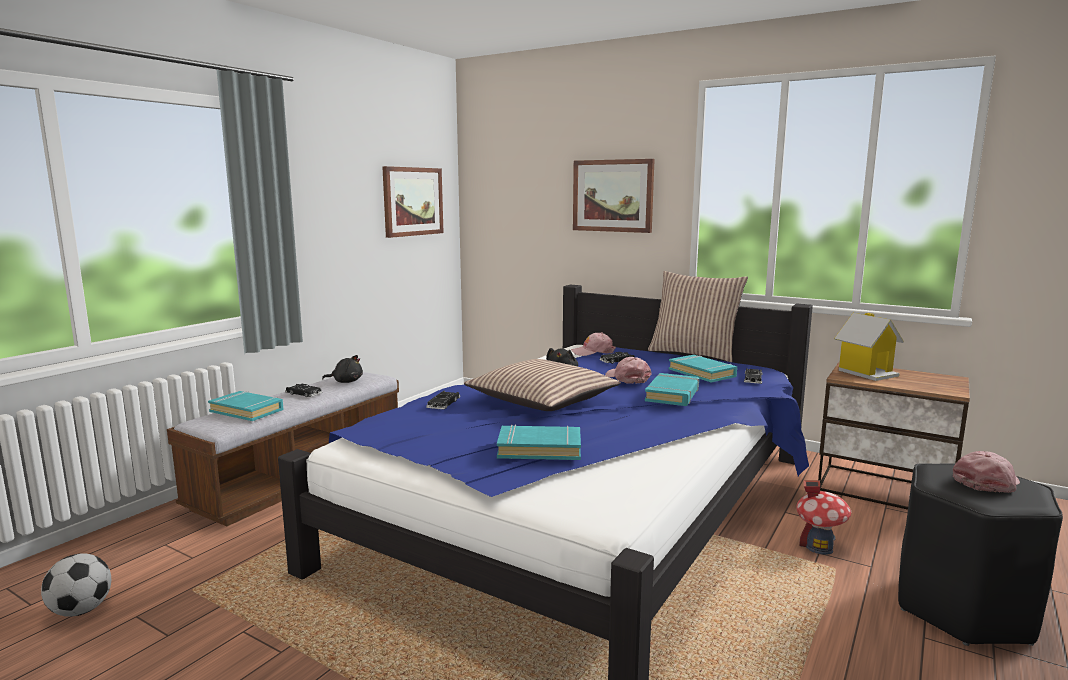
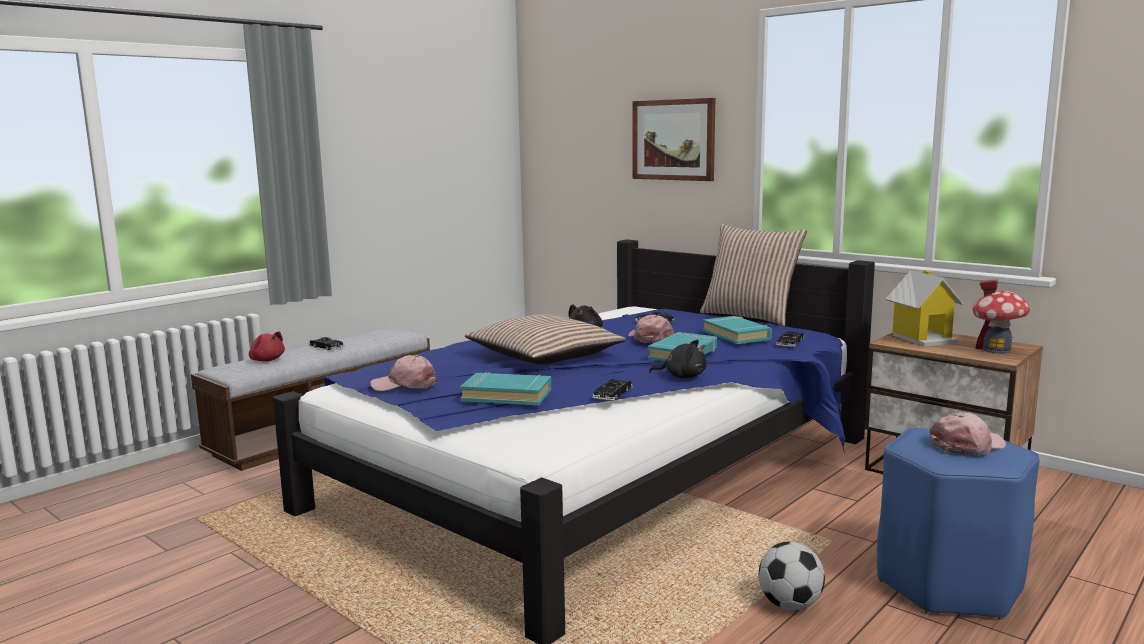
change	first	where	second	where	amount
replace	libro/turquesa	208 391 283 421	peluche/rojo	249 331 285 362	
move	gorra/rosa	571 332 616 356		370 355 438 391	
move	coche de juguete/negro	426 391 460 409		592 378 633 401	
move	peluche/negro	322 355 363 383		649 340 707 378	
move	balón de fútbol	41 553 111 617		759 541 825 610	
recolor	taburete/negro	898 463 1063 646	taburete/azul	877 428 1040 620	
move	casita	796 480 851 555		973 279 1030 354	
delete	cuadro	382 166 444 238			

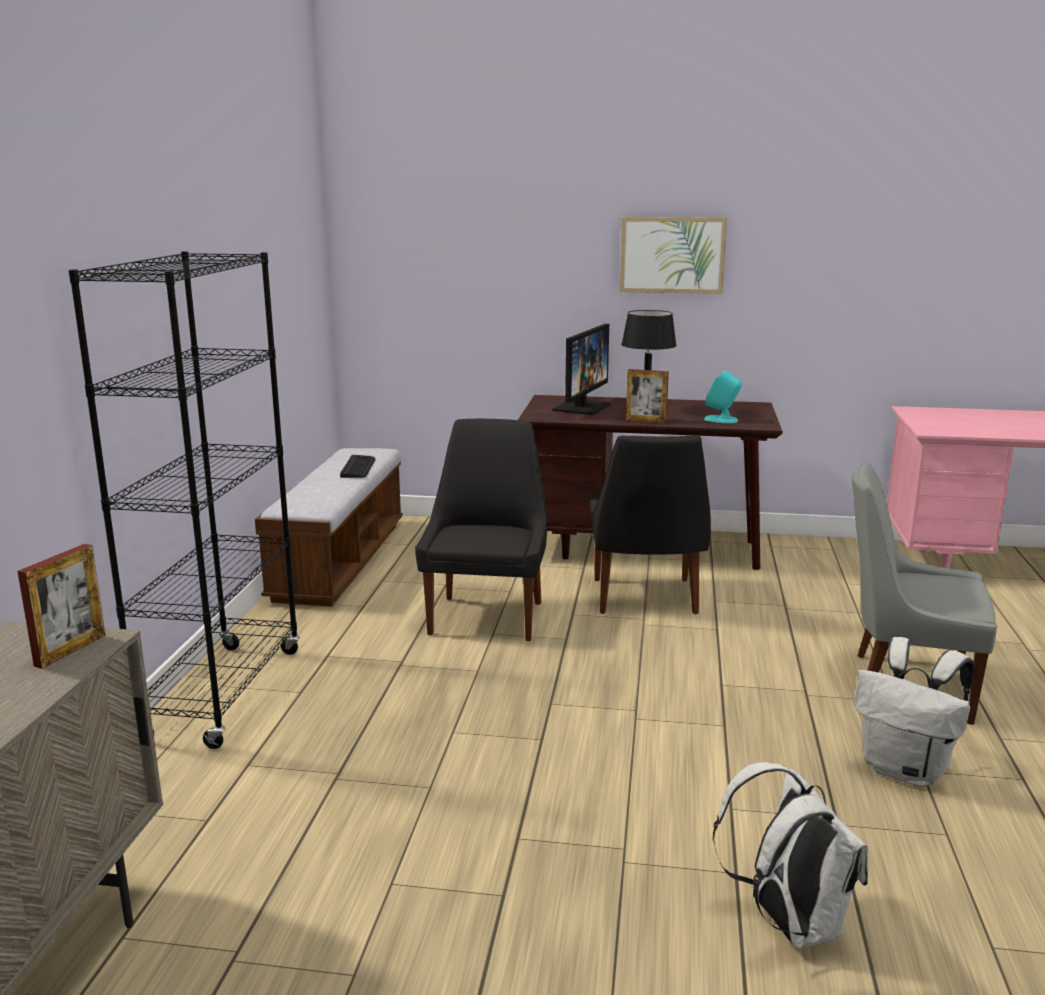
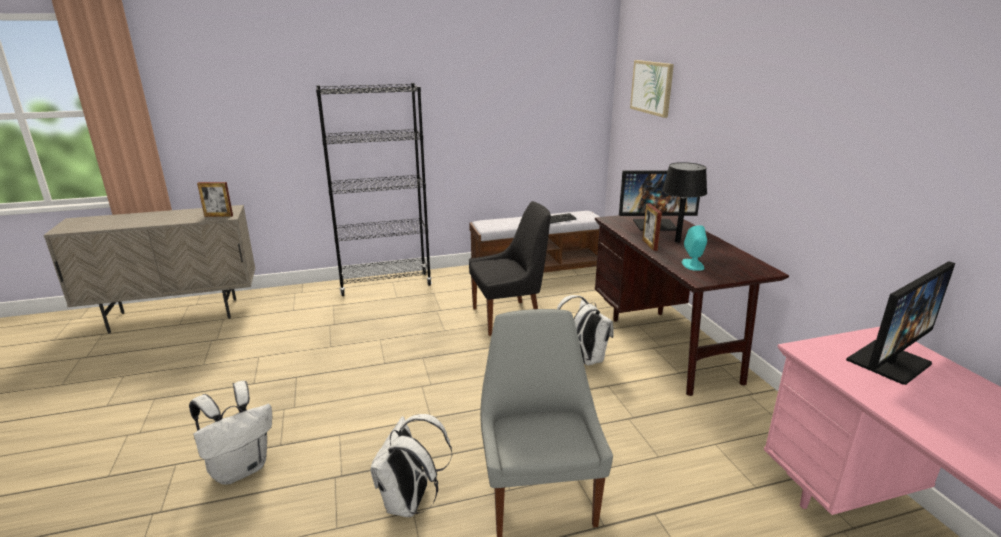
change	first	where	second	where	amount
replace	silla/negro	590 435 711 614	mochila/blanco	557 295 613 366	
move	cuadro	620 217 727 294		630 60 674 118	
insert			monitor	846 261 955 385	

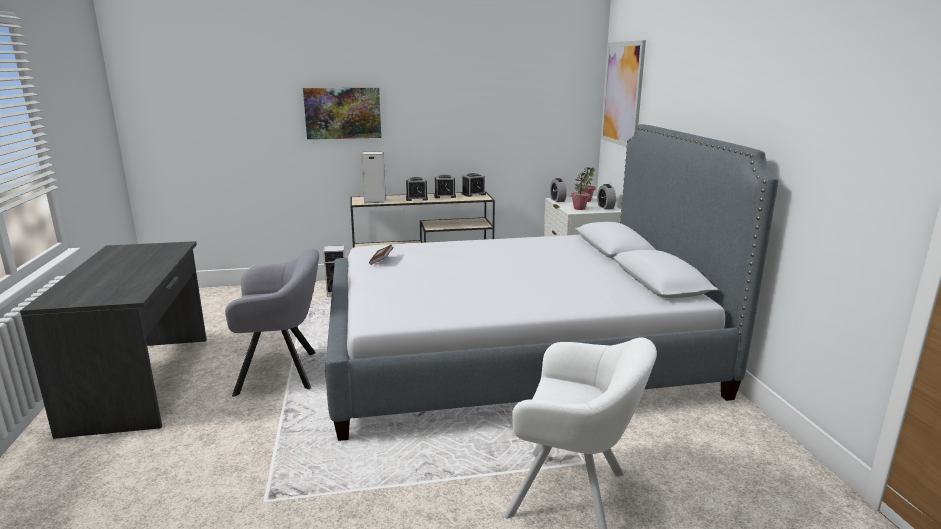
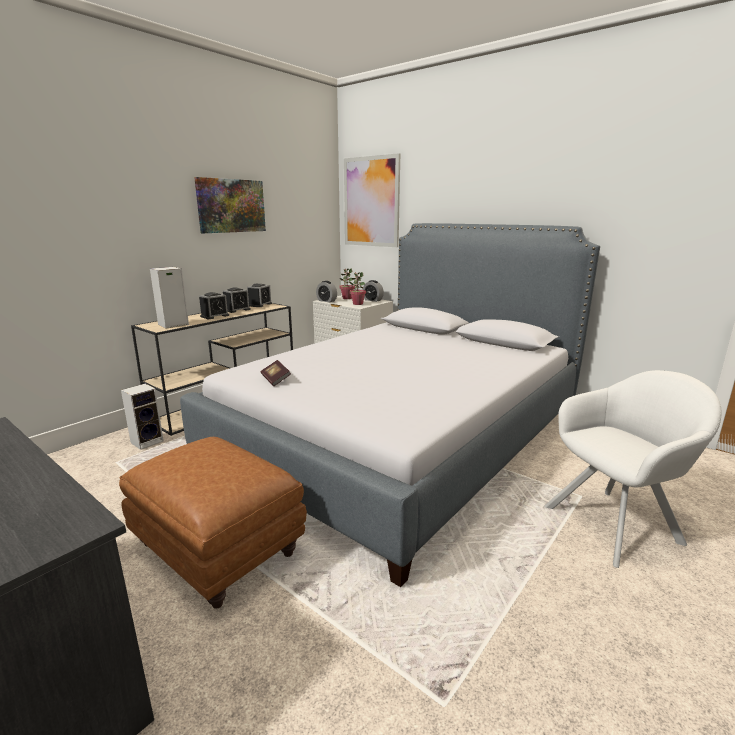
change	first	where	second	where	amount
replace	sillón/gris	225 248 319 397	puf/marrón	119 437 307 609	
move	cuadro	303 88 381 139		194 177 266 233	

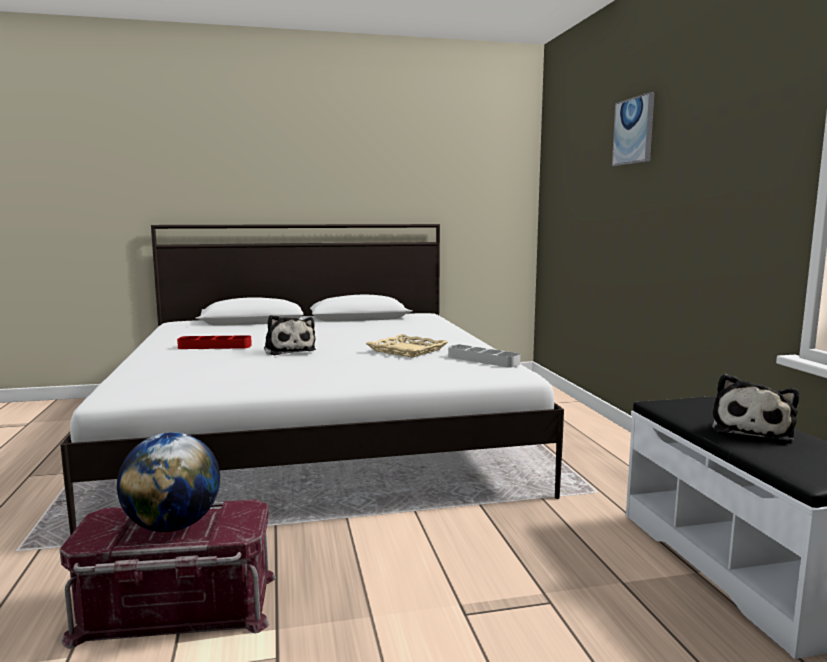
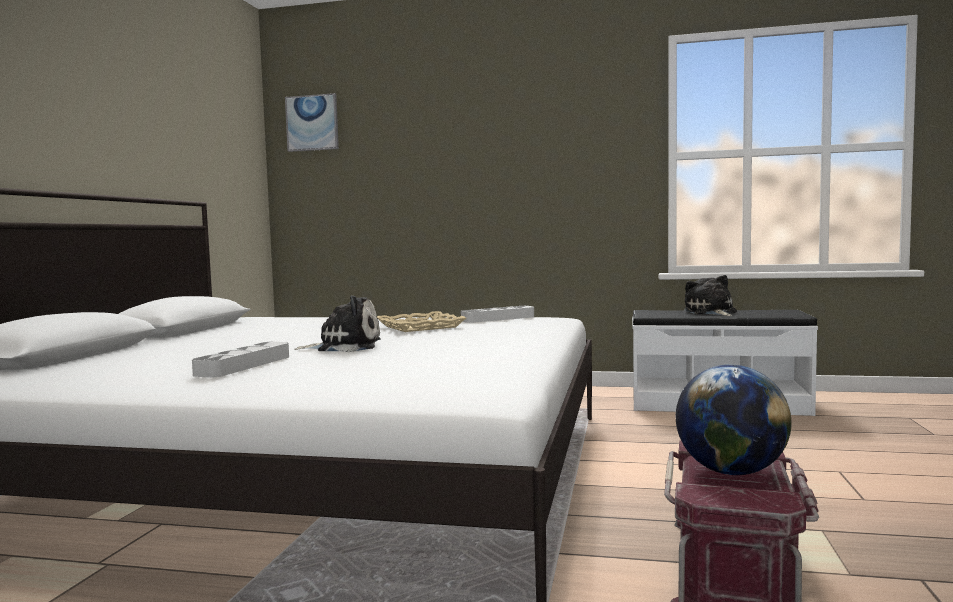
change	first	where	second	where	amount
recolor	bandeja/rojo	177 335 252 349	bandeja/gris	192 341 289 378	
move	cuadro	612 92 655 166		285 93 339 152	
rotate	peluche	712 374 799 441		684 275 737 316	150 degrees counterclockwise

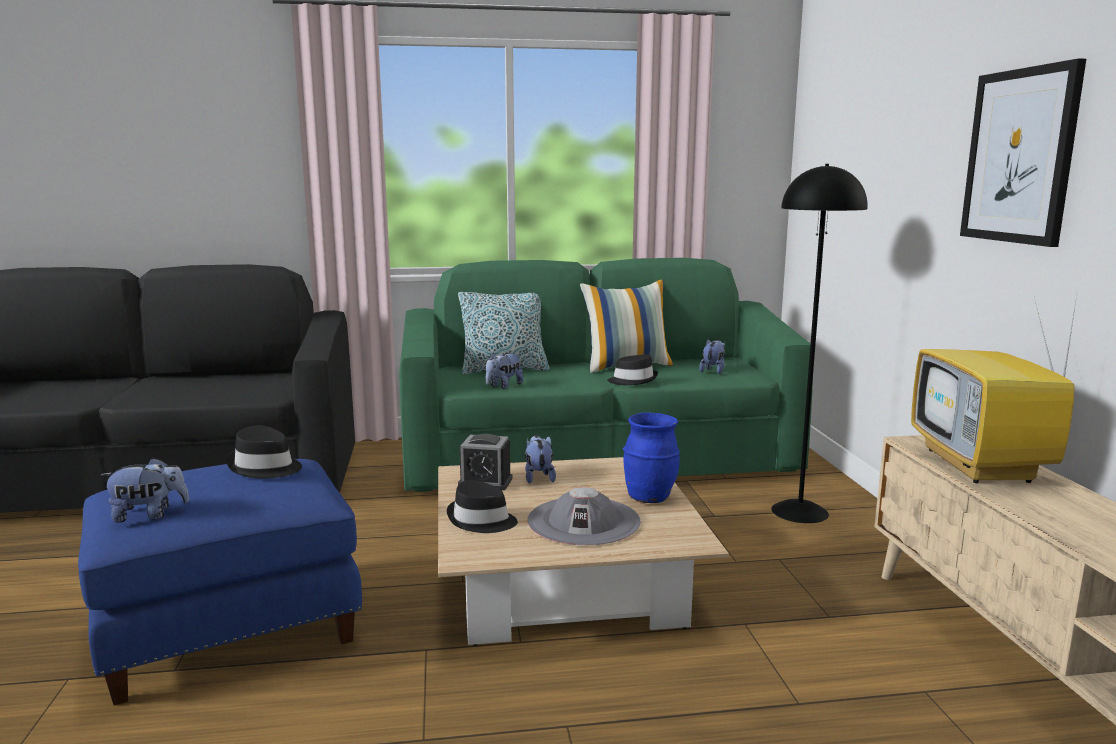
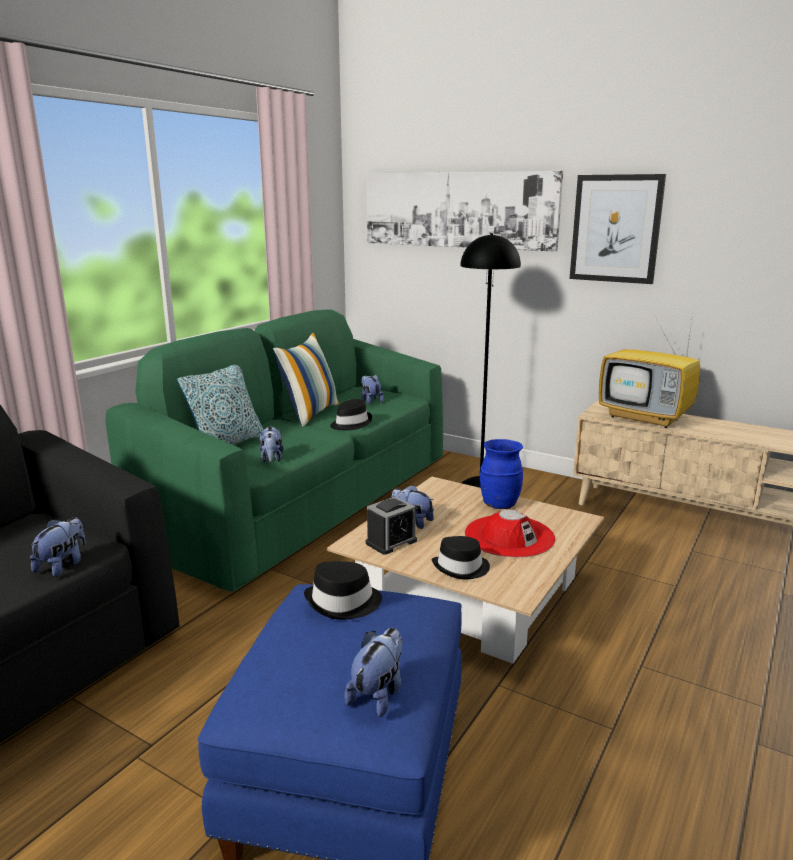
change	first	where	second	where	amount
insert			peluche	30 517 86 577	
insert			cuadro	367 171 563 252	
recolor	sombrero/gris	527 487 641 545	sombrero/rojo	465 509 555 558	

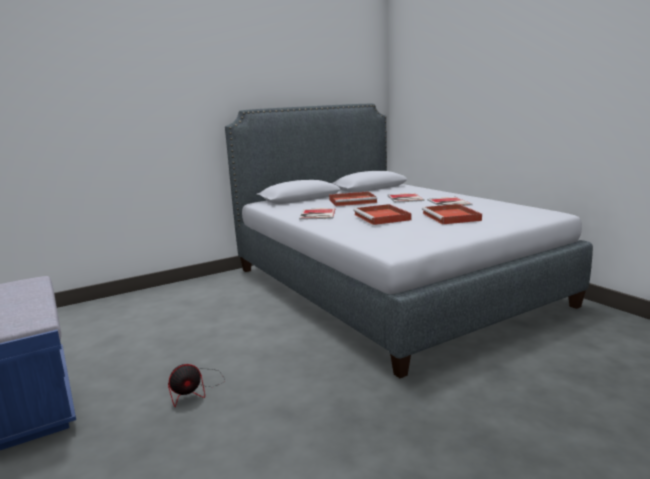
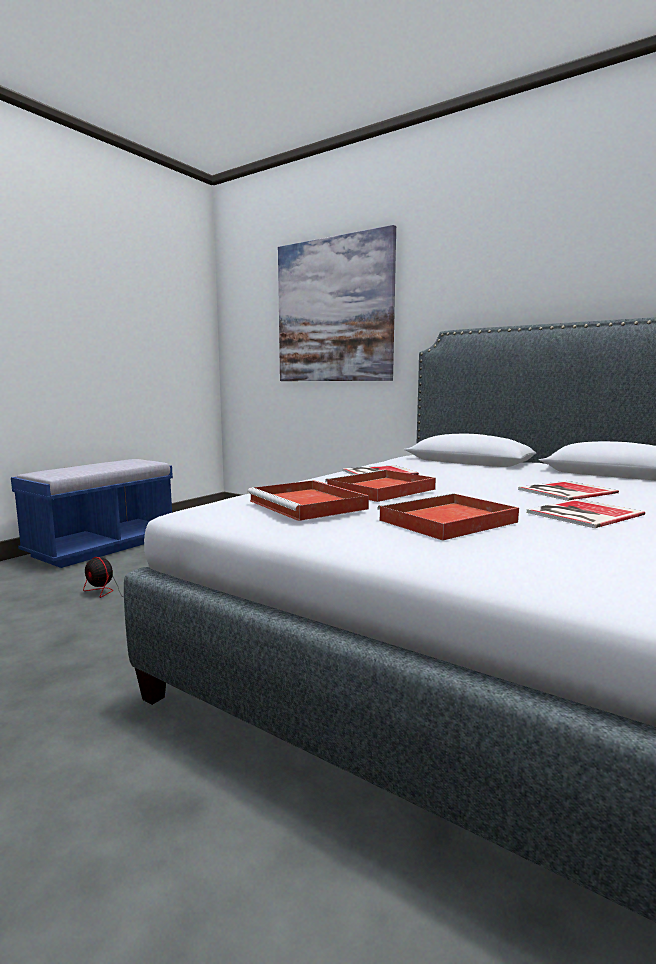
change	first	where	second	where	amount
move	bandeja/rojo	329 191 377 206		247 480 369 521	
insert			cuadro	278 225 396 381	

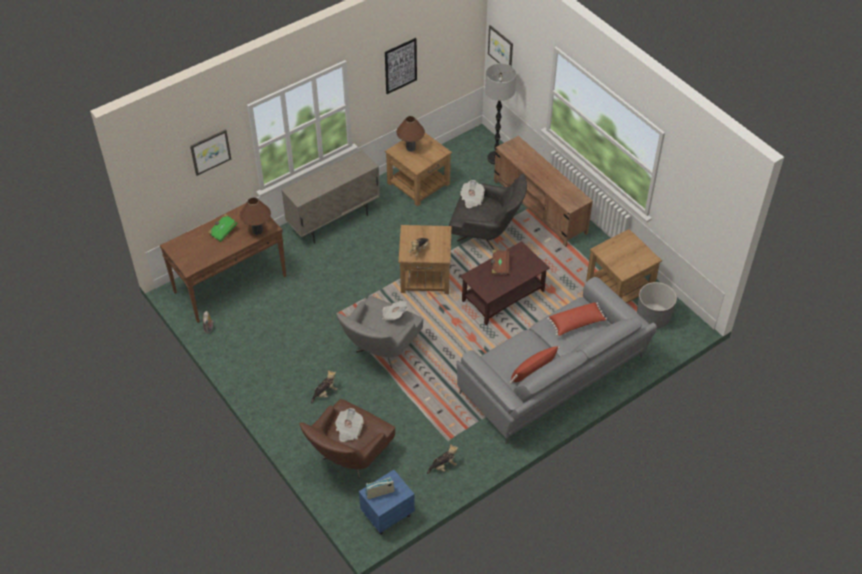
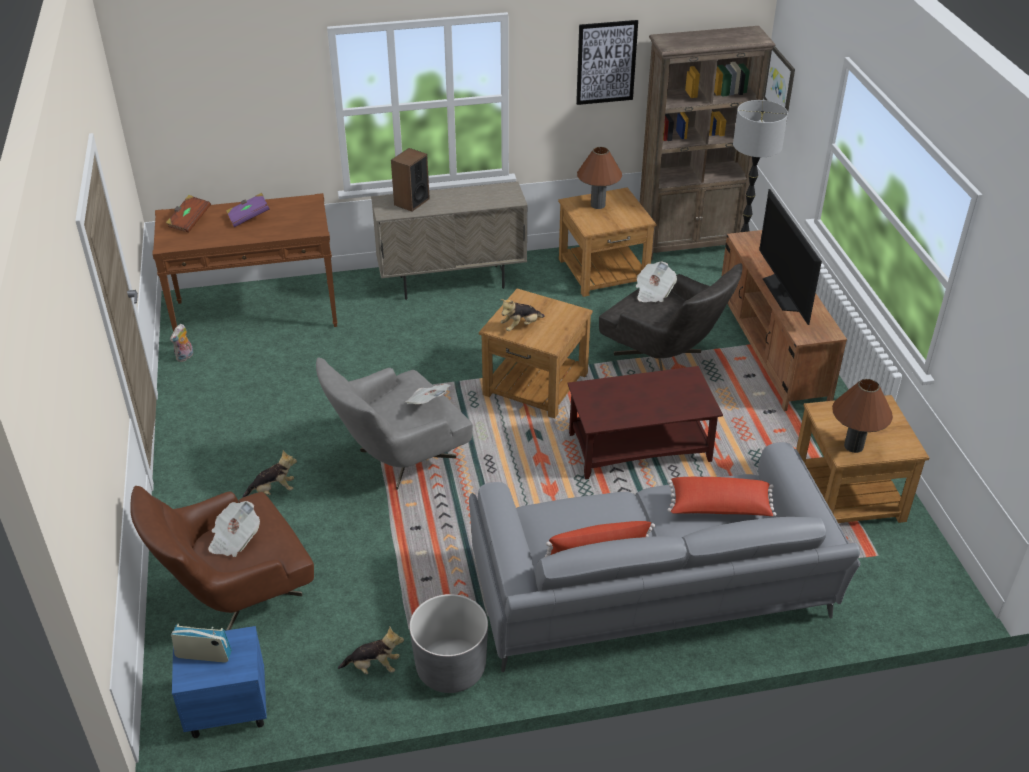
change	first	where	second	where	amount
move	libro/marrón	491 250 510 275		166 195 211 233	
recolor	libro/verde	208 214 238 242	libro/morado	226 193 270 227	
insert			altavoz	391 148 430 212	
move	maceta/gris	637 282 677 329		409 594 488 693	
insert			estantería/marrón	640 26 776 260	
insert			televisor	759 189 822 325	
move	lámpara de mesa/marrón	240 198 271 235		832 379 893 453	
delete	cuadro	190 129 231 176			

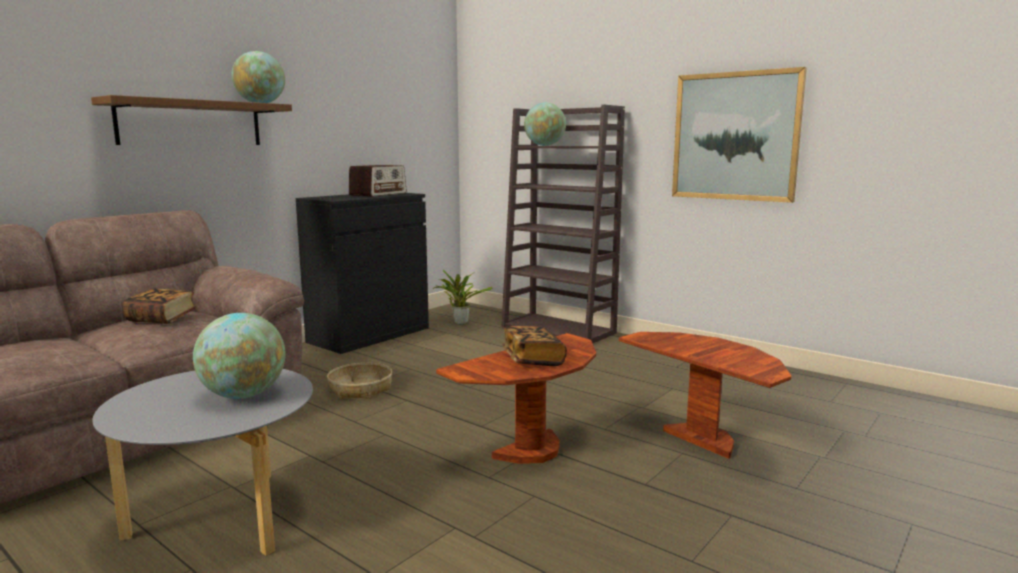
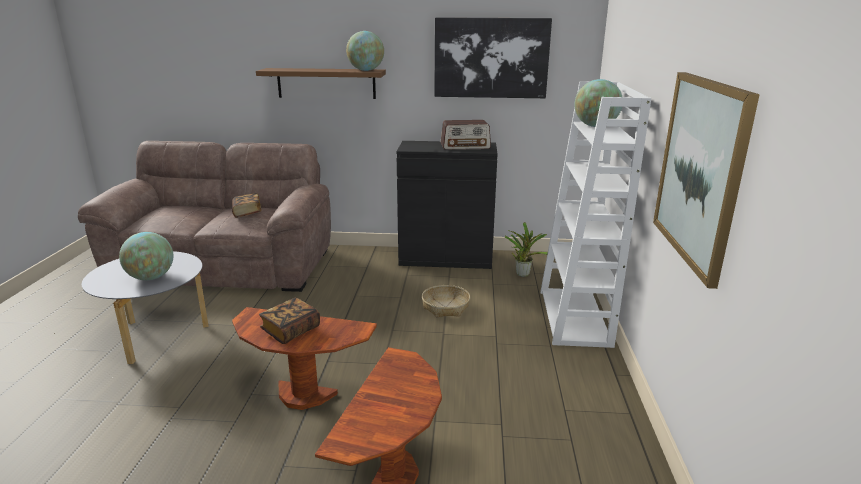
change	first	where	second	where	amount
move	cesta	327 363 392 399		422 285 470 317	
insert			cuadro	434 17 552 98	
recolor	estantería/marrón	502 105 625 343	estantería/blanco	540 81 651 348	

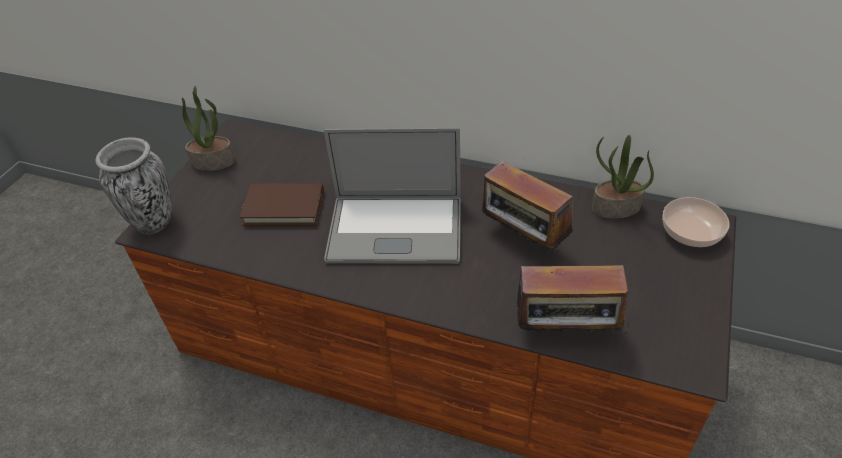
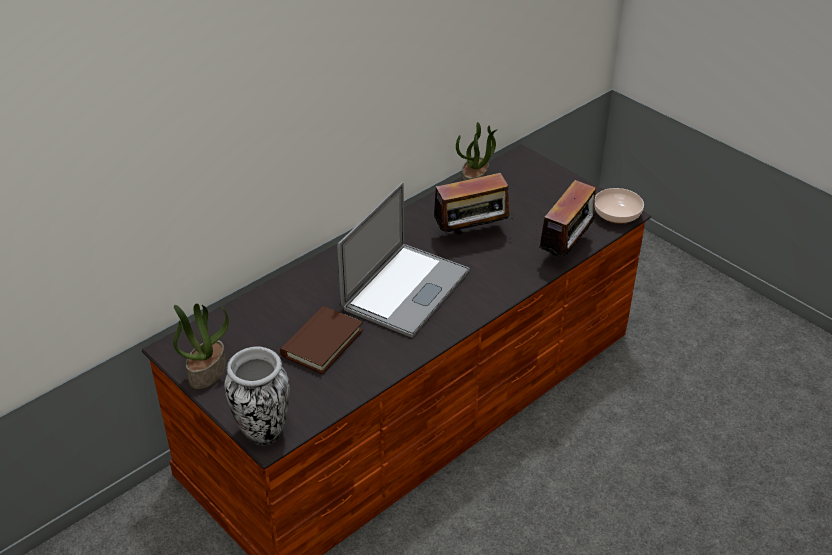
change	first	where	second	where	amount
move	cuenco	662 197 729 247		594 188 644 224	

